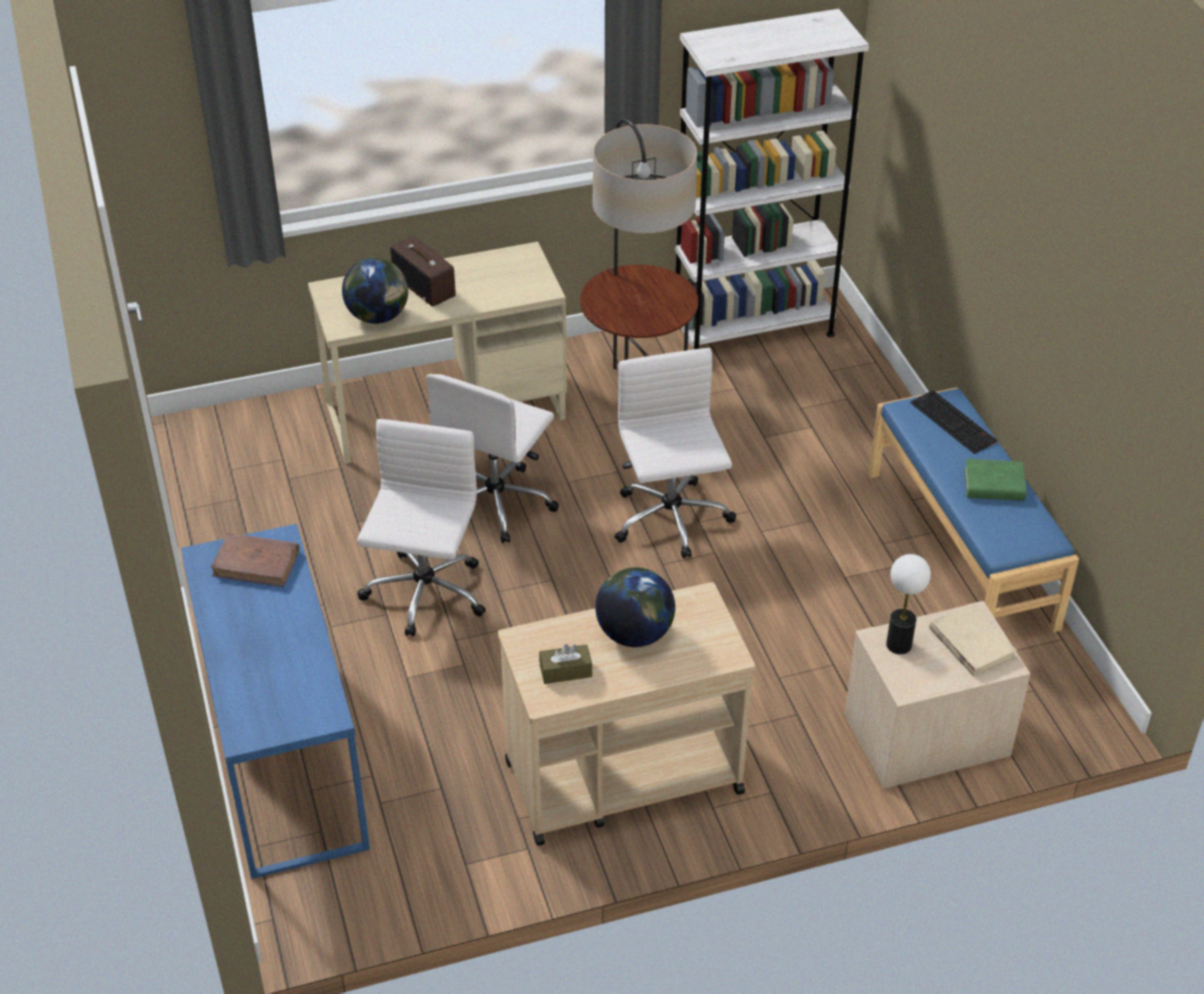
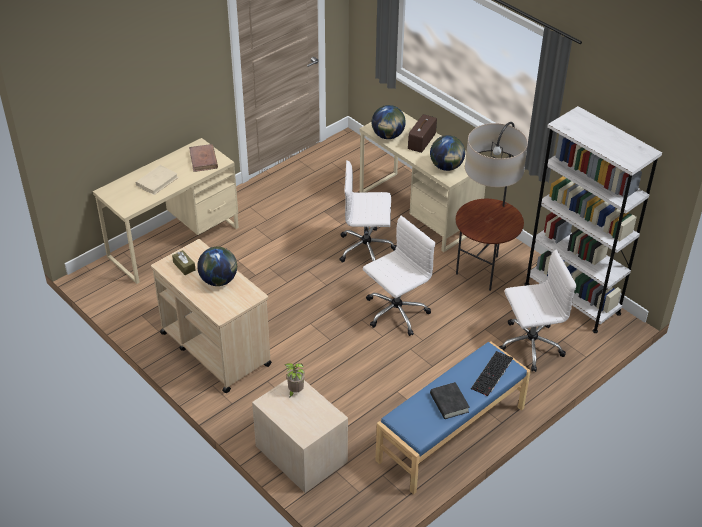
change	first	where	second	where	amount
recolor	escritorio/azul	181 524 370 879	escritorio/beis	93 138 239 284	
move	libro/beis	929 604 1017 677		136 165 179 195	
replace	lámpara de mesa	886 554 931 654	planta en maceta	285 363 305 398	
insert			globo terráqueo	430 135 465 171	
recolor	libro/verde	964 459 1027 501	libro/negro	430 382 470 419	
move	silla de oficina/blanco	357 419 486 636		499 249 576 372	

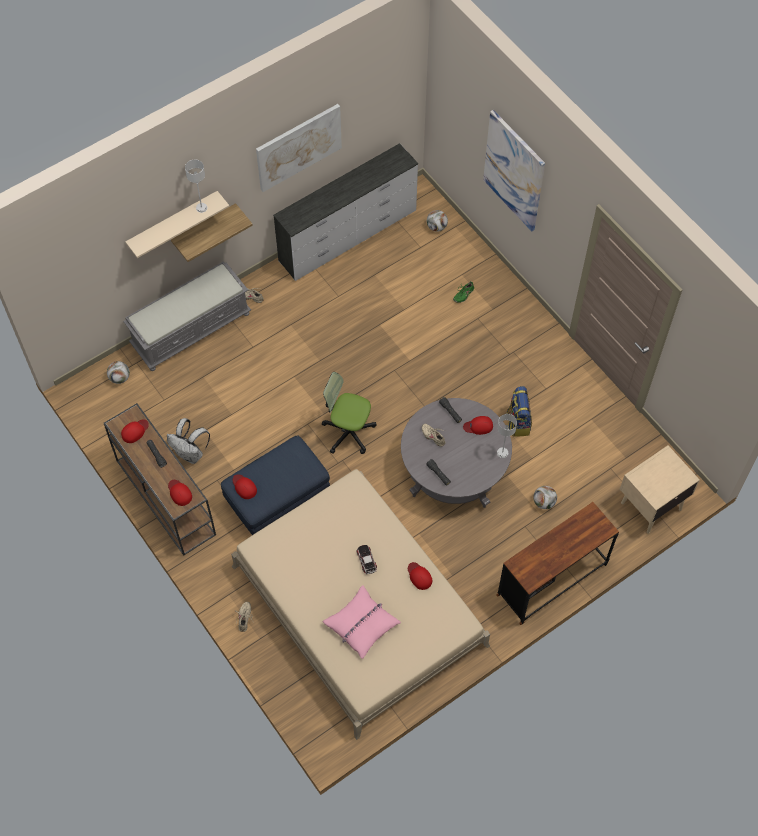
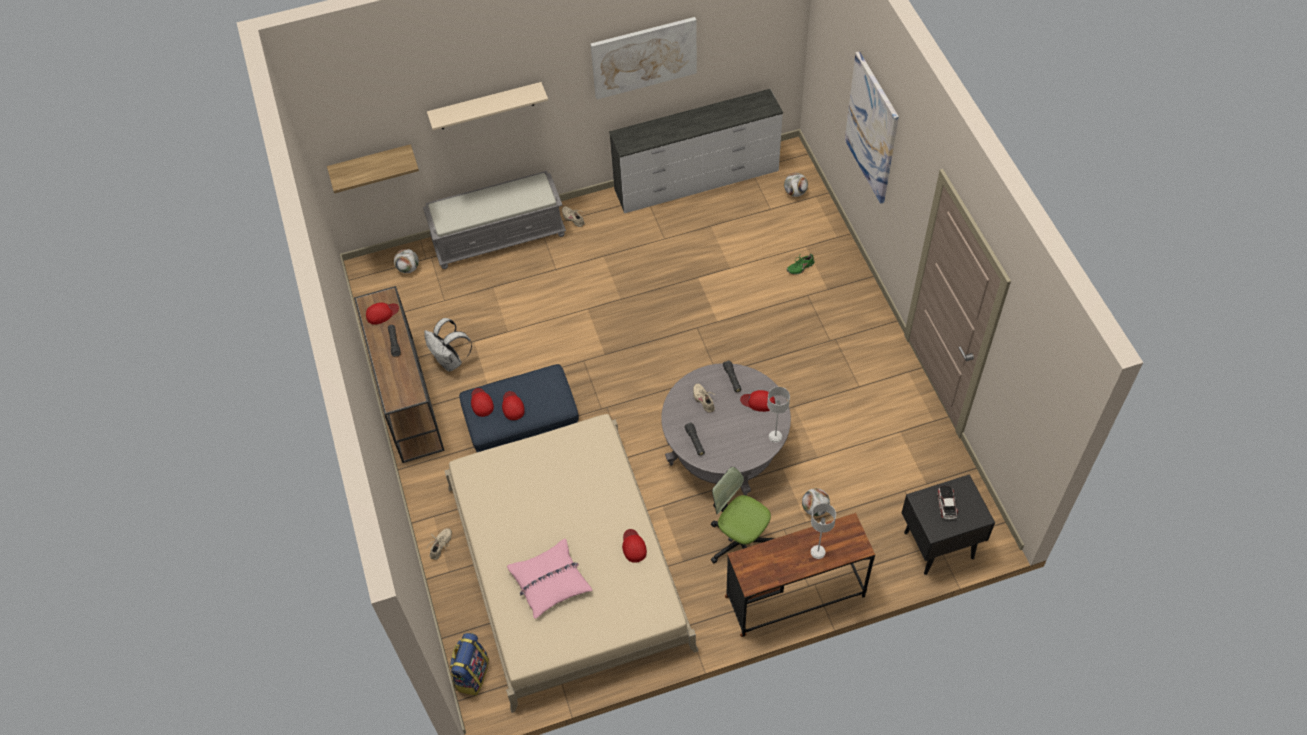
change	first	where	second	where	amount
move	estante	171 203 253 262		327 144 419 193	
move	mochila	506 386 532 437		450 633 489 695	
move	gorra/rojo	168 480 192 506		502 391 525 420	
move	silla de oficina	322 372 376 454		711 467 775 563	
move	lámpara de mesa/gris	185 160 208 213		811 503 836 559	
recolor	mesita de noche/beis	620 445 700 534	mesita de noche/negro	902 474 995 575	
move	coche de juguete	356 545 377 575		937 486 958 520	

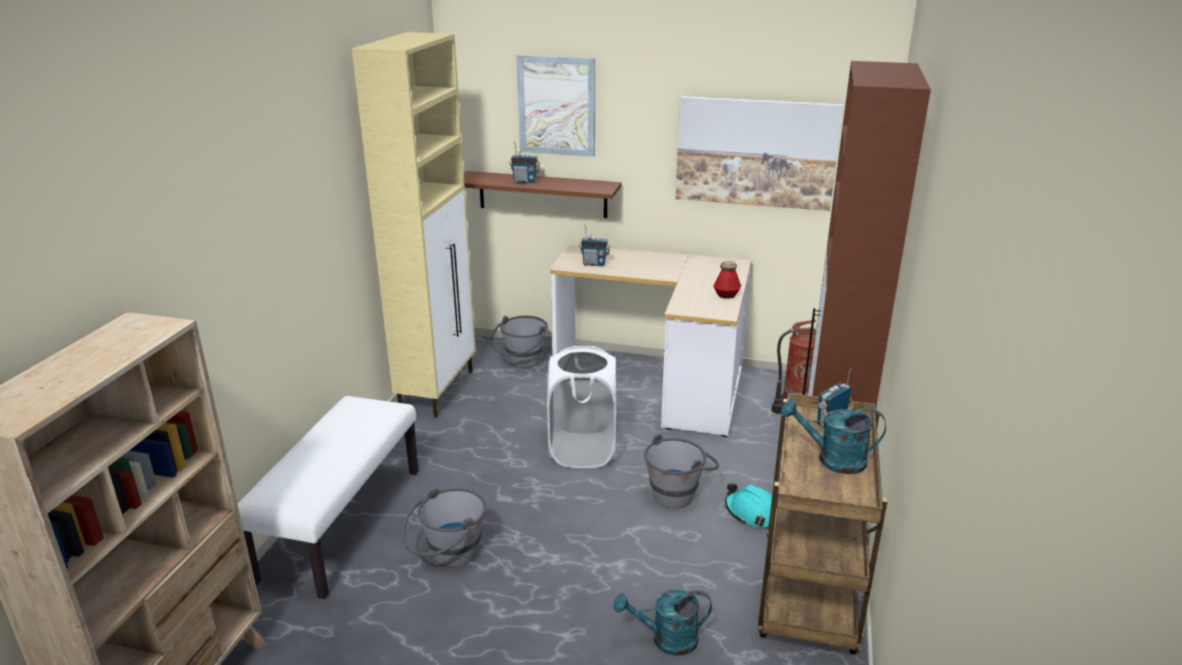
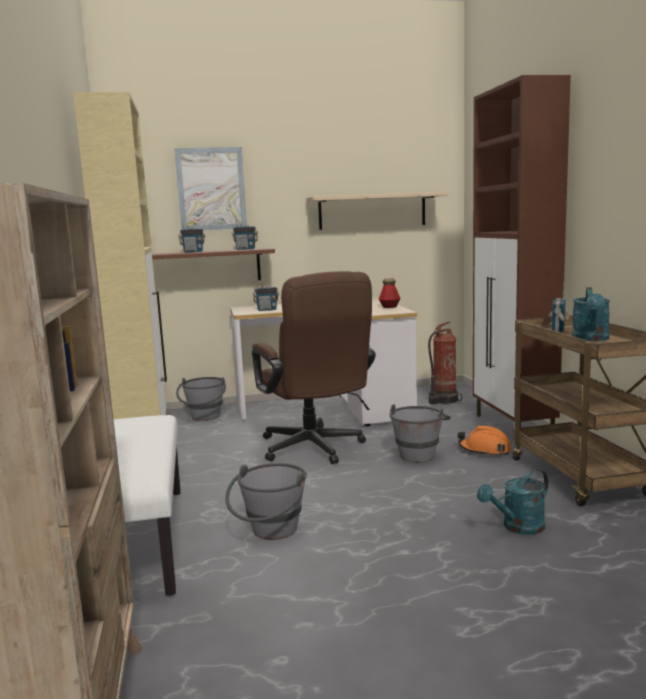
change	first	where	second	where	amount
insert			radio	232 215 258 250	
replace	cesto de la ropa/blanco	547 346 616 468	silla de oficina/marrón	252 271 376 464	
replace	cuadro	676 96 843 211	estante/beis	306 192 448 230	
recolor	casco/turquesa	725 483 772 529	casco/naranja	457 426 511 456	
rotate	regadera/turquesa	781 399 886 474		572 287 610 341	60 degrees counterclockwise

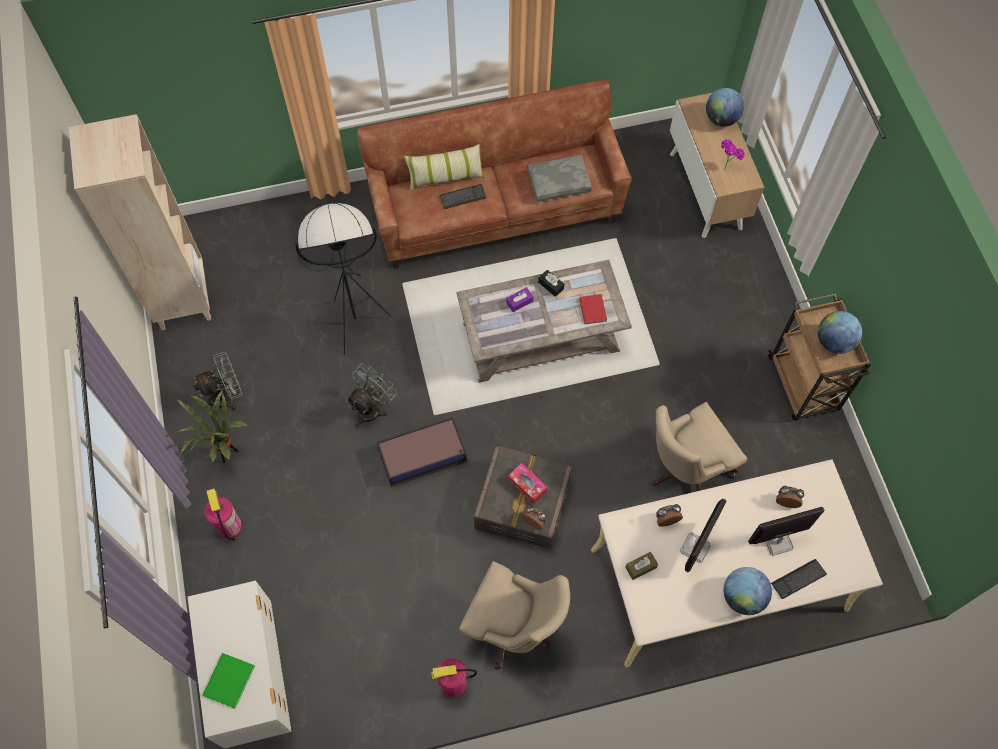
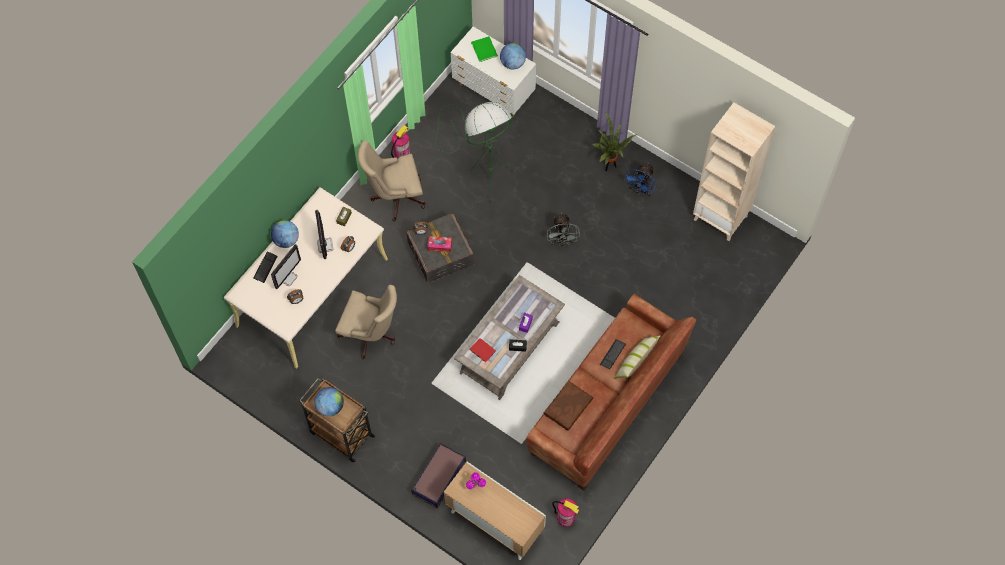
change	first	where	second	where	amount
rotate	silla de oficina/beis	651 402 747 491		335 285 397 359	90 degrees clockwise
move	caja de almacenaje	377 417 467 487		411 443 466 508	
insert			lámpara de pie/verde	435 102 513 203	
move	globo terráqueo	706 88 744 127		500 43 526 69	
recolor	cojín/gris	527 155 592 202	cojín/marrón	543 381 593 431	
move	extintor	204 489 242 541		552 498 579 527	
recolor	ventilador/gris	194 352 243 410	ventilador/azul	624 163 656 196	
delete	lámpara de pie/negro	295 203 391 354			

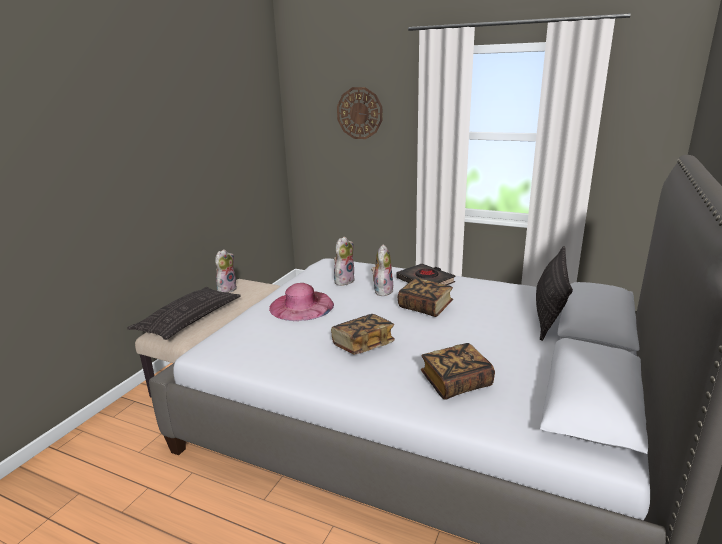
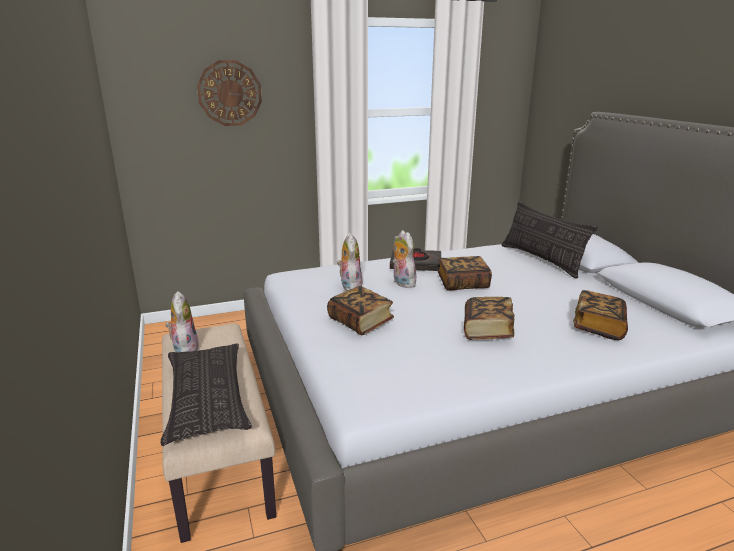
change	first	where	second	where	amount
replace	sombrero/rosa	269 283 334 321	libro	327 286 394 335	

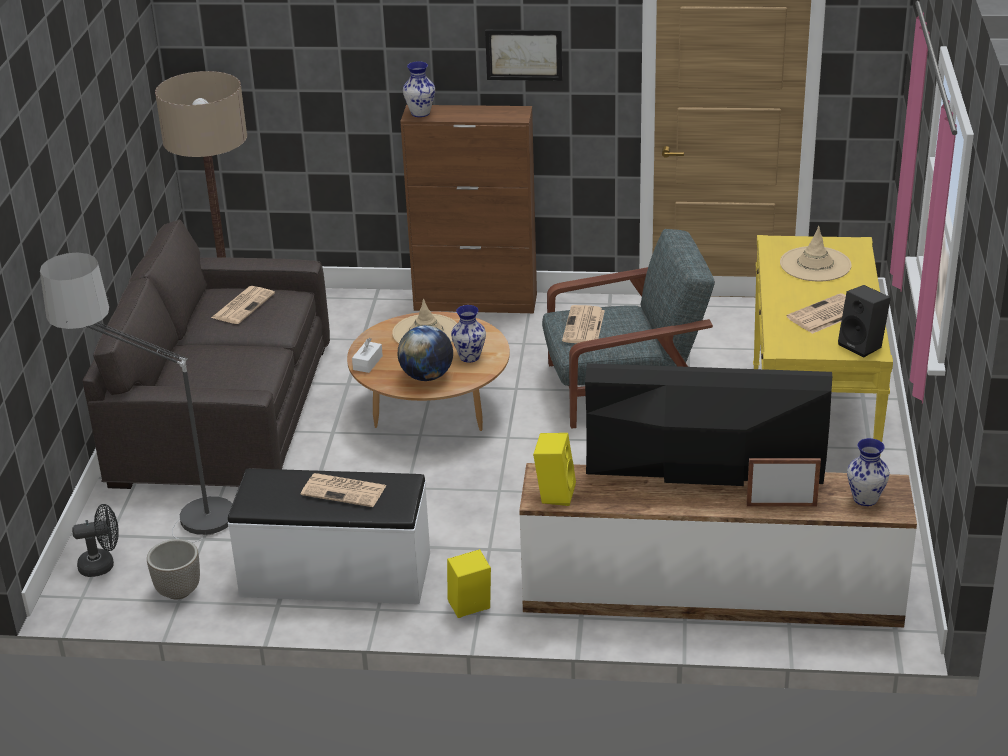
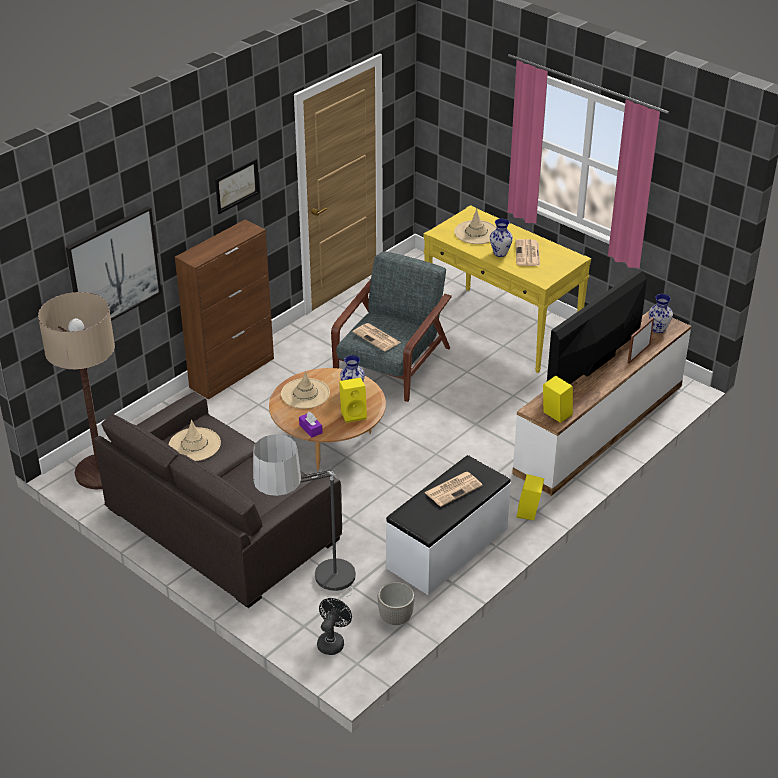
change	first	where	second	where	amount
insert			cuadro	66 206 162 321	
replace	periódico	211 286 275 324	sombrero/beis	169 419 221 461	
recolor	caja de pañuelos/blanco	352 338 383 373	caja de pañuelos/morado	299 412 323 438	
replace	globo terráqueo	398 325 453 381	altavoz/amarillo	339 377 367 423	
move	florero	403 62 435 117		490 219 513 257	
delete	altavoz/negro	838 285 891 357			

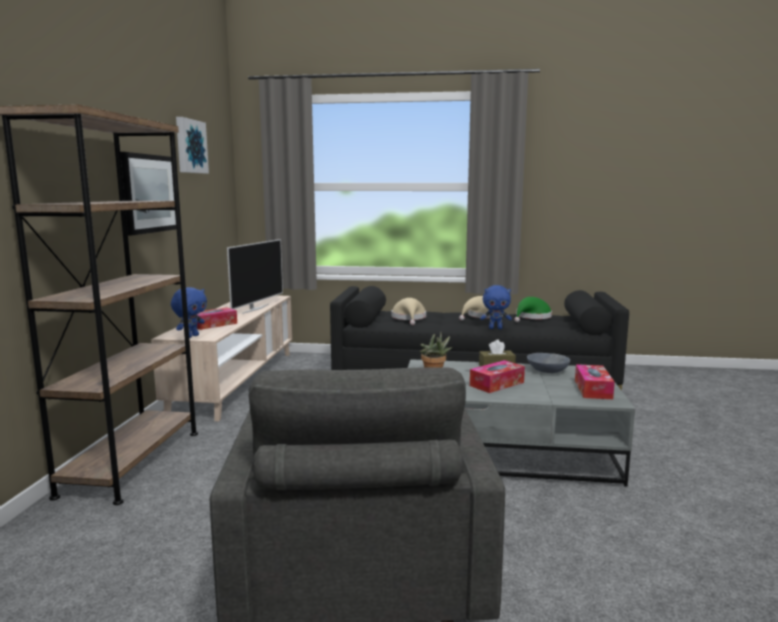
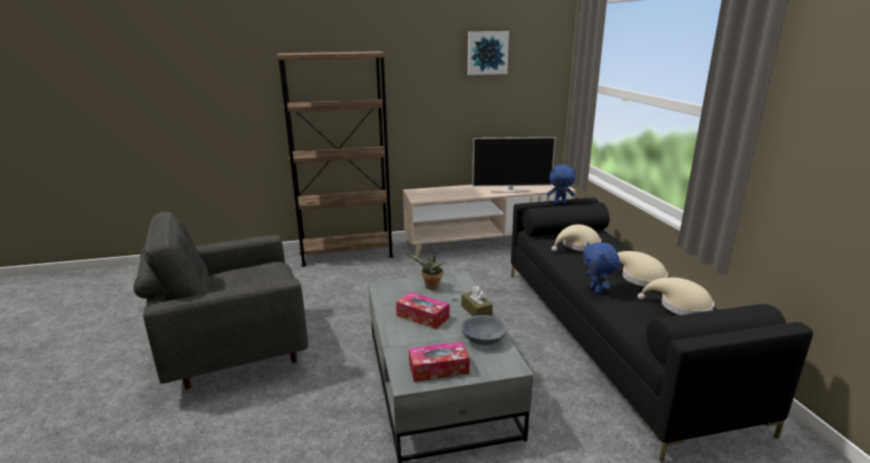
change	first	where	second	where	amount
move	peluche/azul	171 287 207 338		547 164 576 204	
recolor	sombrero/verde	514 297 552 322	sombrero/beis	638 277 714 315	
delete	cuadro	120 152 176 235			
delete	caja de pañuelos	196 307 237 330			

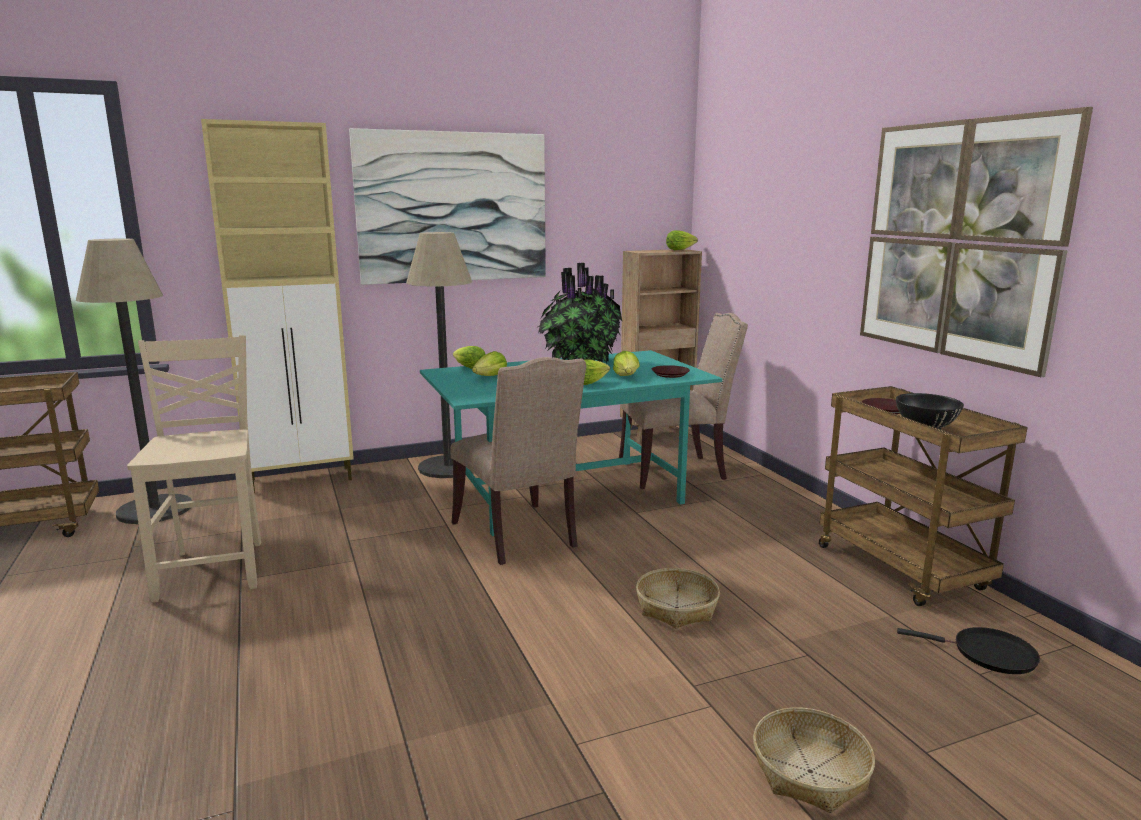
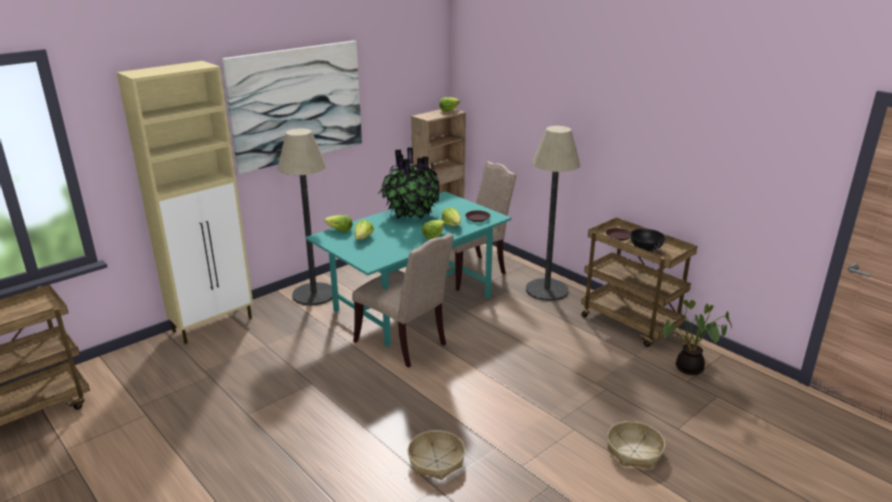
change	first	where	second	where	amount
move	cesta	636 568 720 628		407 430 465 480	
move	lámpara de pie	76 238 192 524		526 126 580 301	
replace	sartén/negro	897 627 1040 674	planta en maceta	663 300 732 375	
delete	silla/beis	127 335 261 603			
delete	cuadro	860 107 1093 377			

